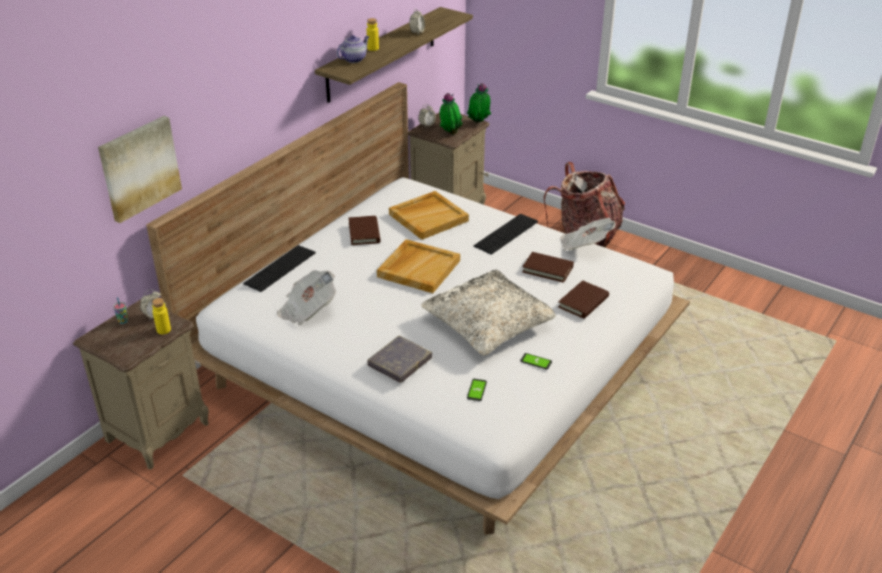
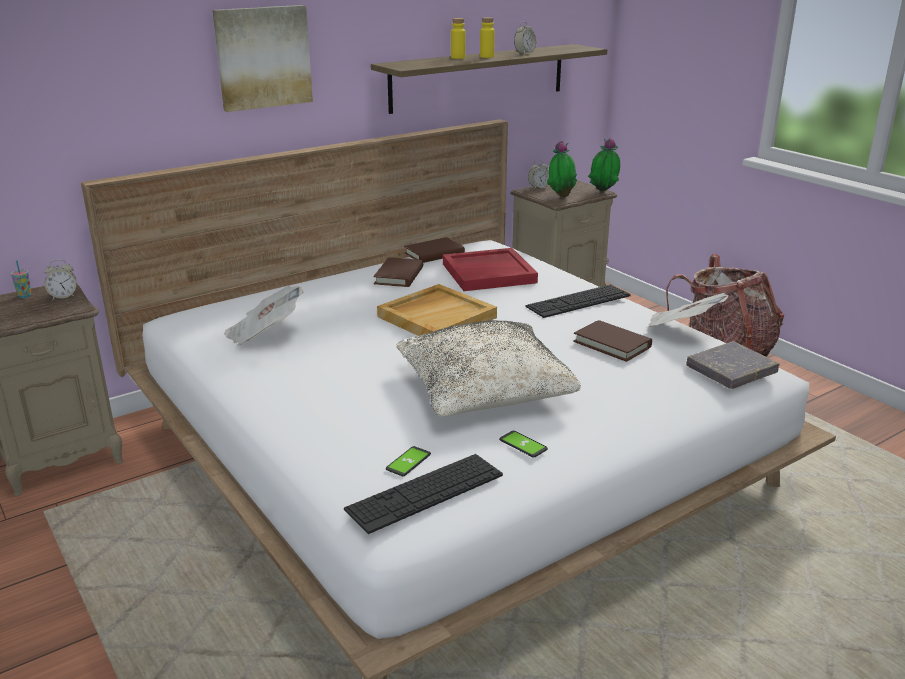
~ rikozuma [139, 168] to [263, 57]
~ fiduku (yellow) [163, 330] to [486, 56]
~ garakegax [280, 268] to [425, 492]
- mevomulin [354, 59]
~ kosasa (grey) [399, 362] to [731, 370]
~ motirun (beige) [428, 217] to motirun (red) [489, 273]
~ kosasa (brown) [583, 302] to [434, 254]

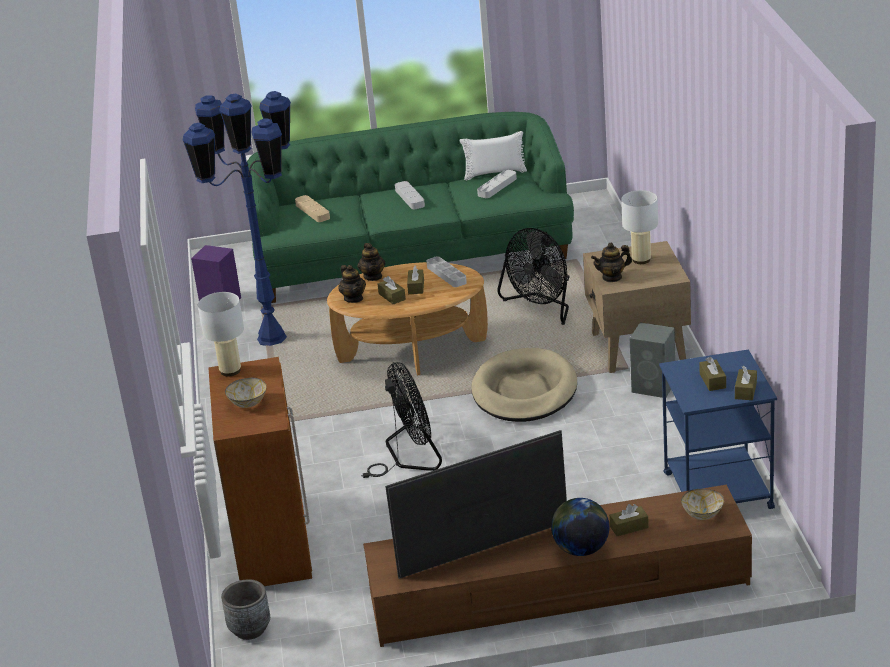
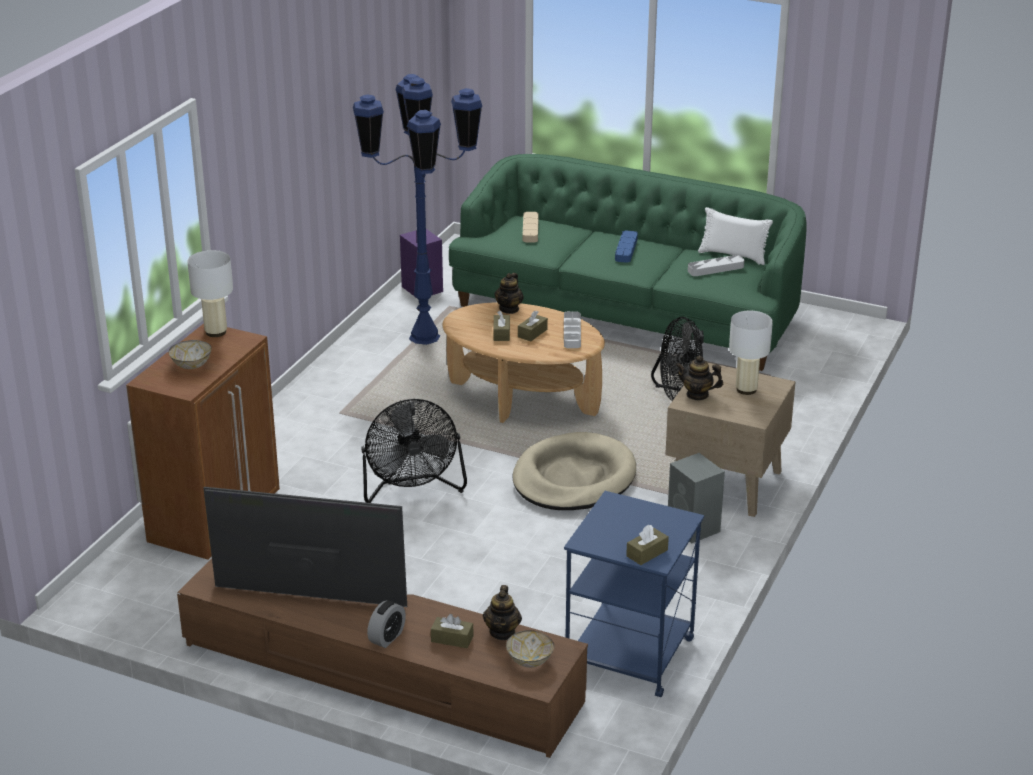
- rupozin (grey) [250, 629]
~ mevomulin [353, 298] to [502, 632]
~ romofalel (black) [406, 454] = [407, 488] 60 degrees clockwise
~ motirun (grey) [409, 198] to motirun (blue) [626, 249]
~ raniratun [581, 549] to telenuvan [387, 637]
- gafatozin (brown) [712, 381]

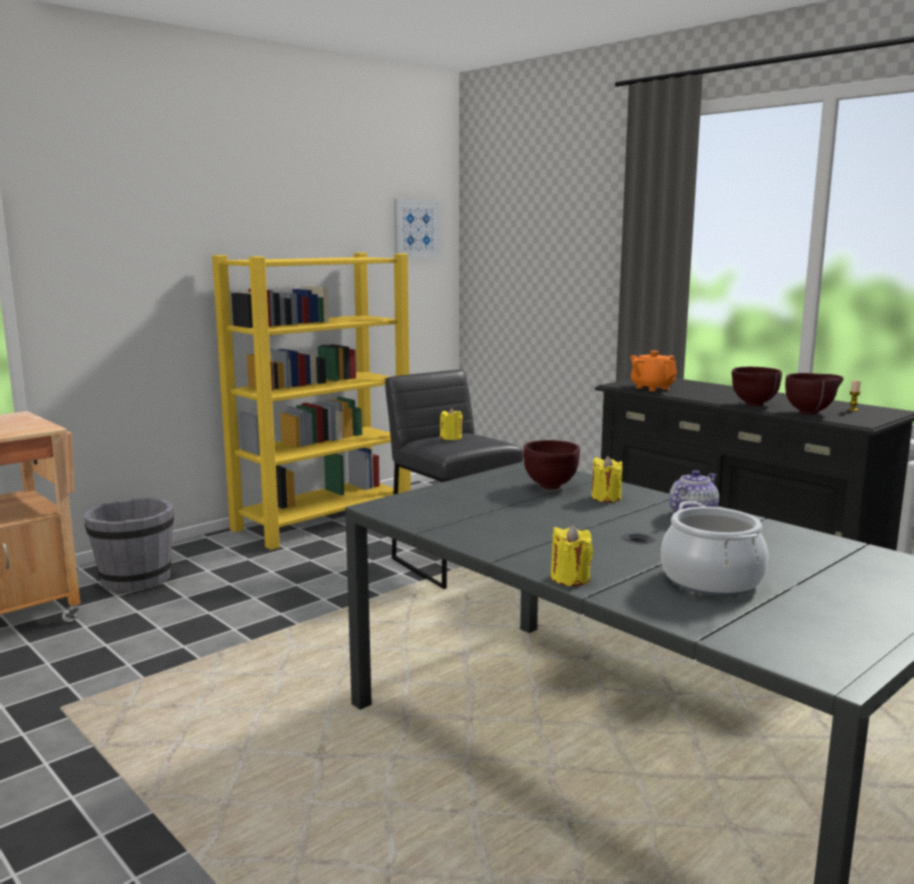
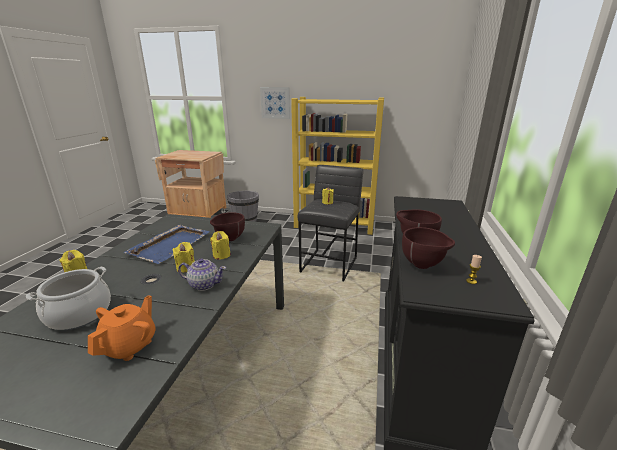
~ rikozuma [416, 229] to [275, 102]
~ mevomulin (orange) [652, 388] to [130, 345]
+ motirun (blue) [171, 245]
+ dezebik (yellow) [186, 268]

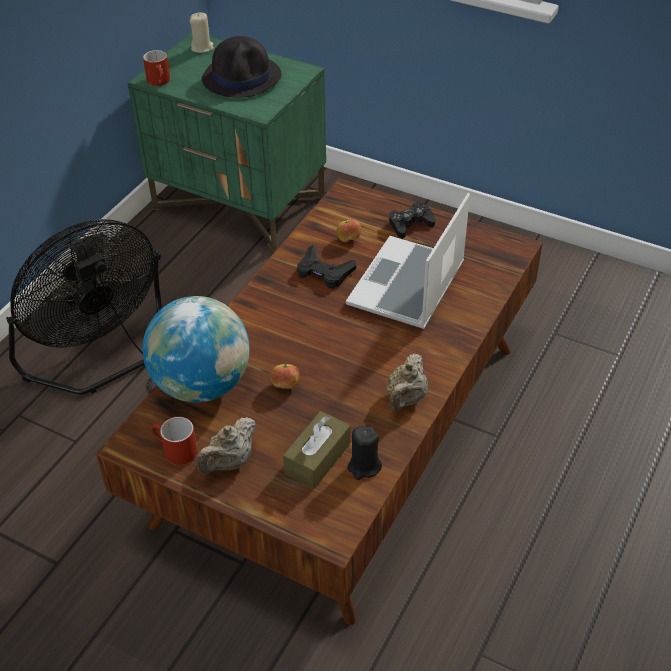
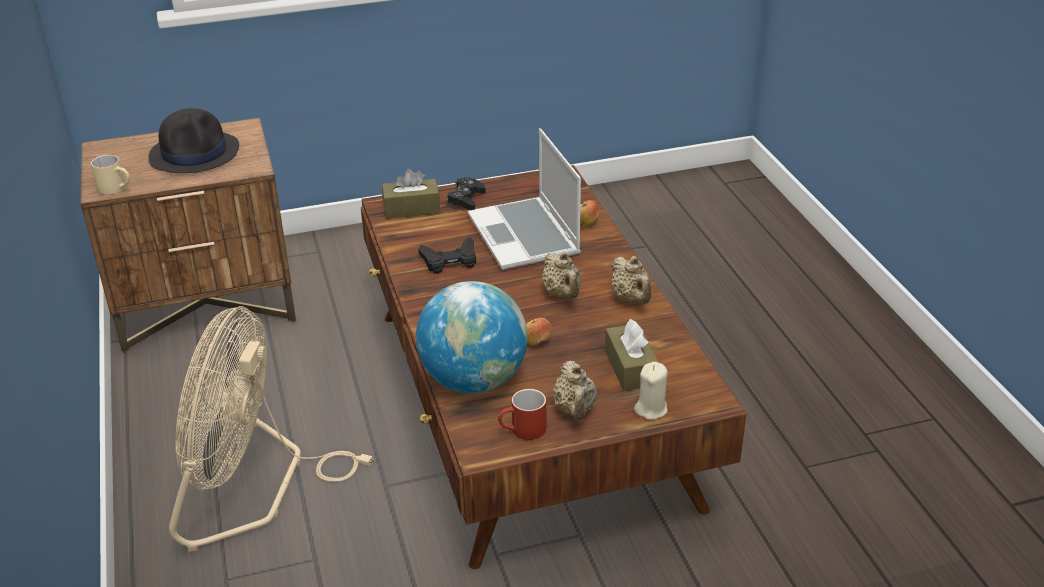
~ romofalel (black) [115, 361] to romofalel (beige) [262, 481]
~ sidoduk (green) [240, 203] to sidoduk (brown) [207, 304]
~ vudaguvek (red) [160, 82] to vudaguvek (beige) [117, 189]
~ dezebik (beige) [202, 48] to [651, 409]
~ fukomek [348, 239] to [587, 223]
- dezebik (black) [364, 467]
+ gafatozin (brown) [411, 208]
+ mevomulin (beige) [562, 294]

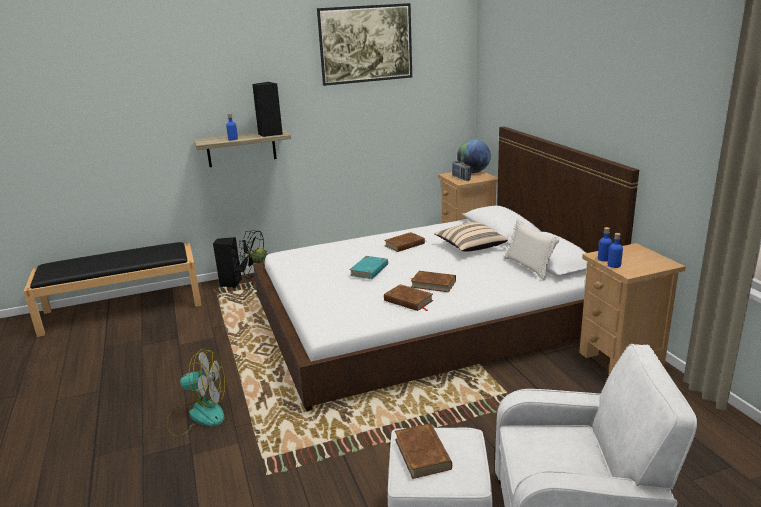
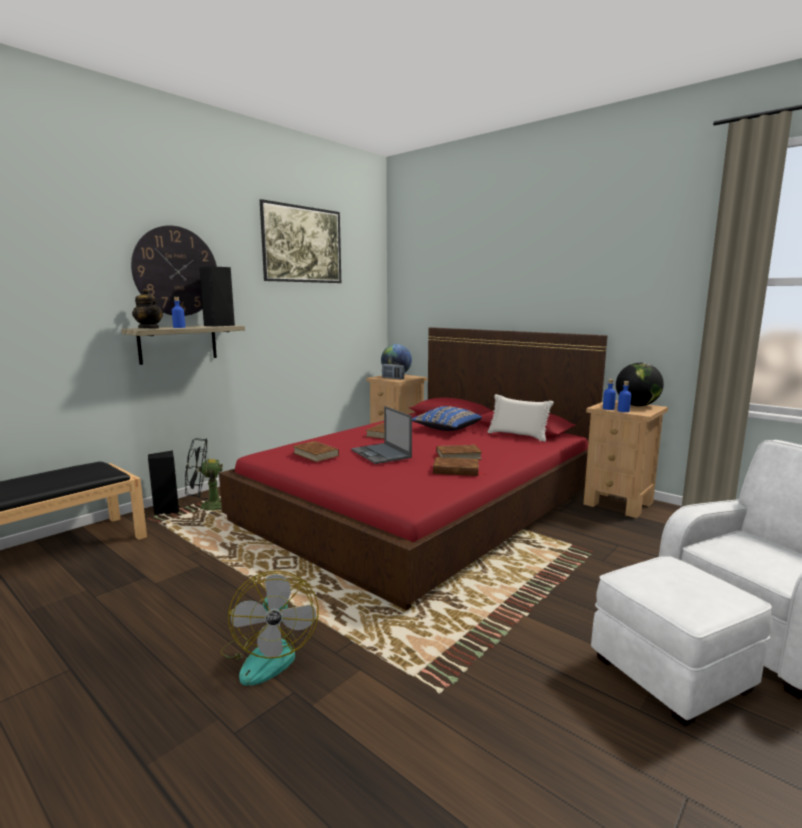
~ romofalel [198, 415] = [268, 654] 105 degrees clockwise
~ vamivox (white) [426, 317] to vamivox (red) [424, 502]
~ kosasa (turquoise) [369, 270] to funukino [381, 454]
~ kosasa (brown) [423, 453] to [315, 454]
~ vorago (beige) [470, 247] to vorago (blue) [446, 429]
+ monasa [176, 271]
+ mevomulin [149, 328]
+ raniratun [637, 405]

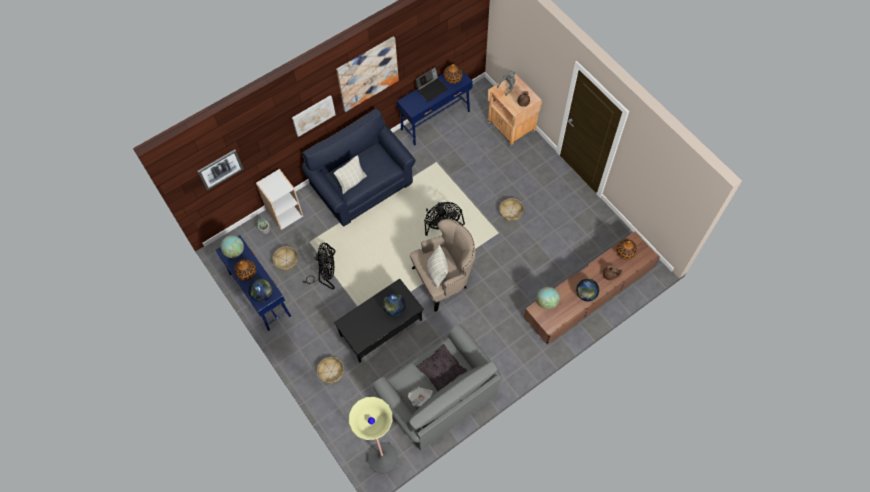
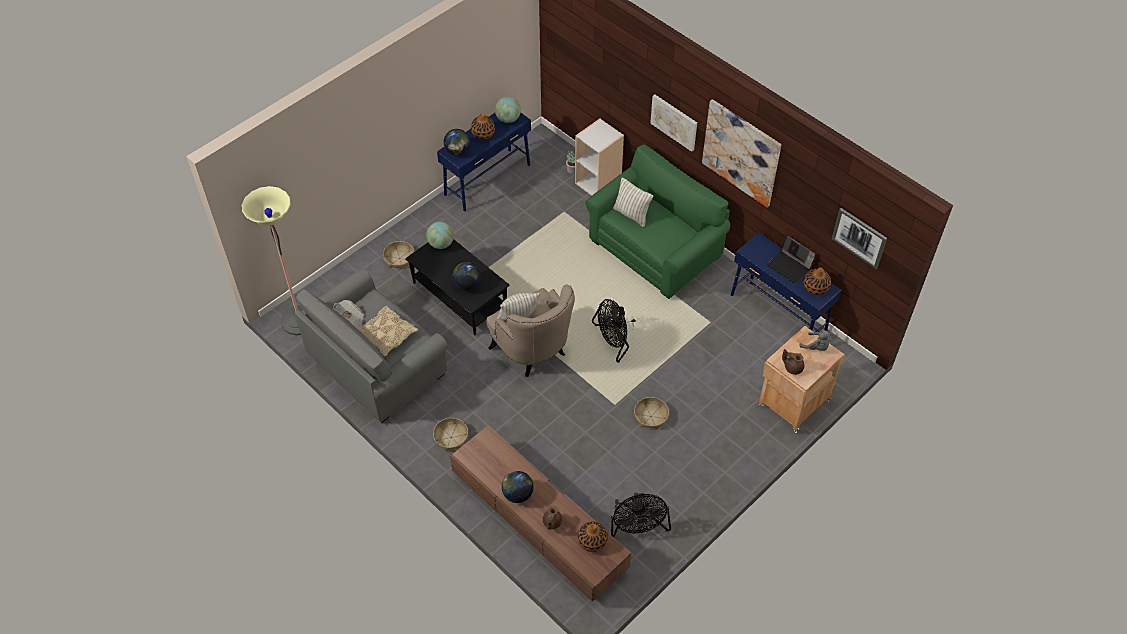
~ rikozuma [220, 169] to [859, 238]
~ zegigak [286, 260] to [451, 437]
~ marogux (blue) [362, 185] to marogux (green) [655, 249]
~ romofalel (black) [325, 273] to [635, 525]
~ vorago (black) [441, 370] to vorago (beige) [387, 335]
~ raniratun [546, 302] to [441, 244]

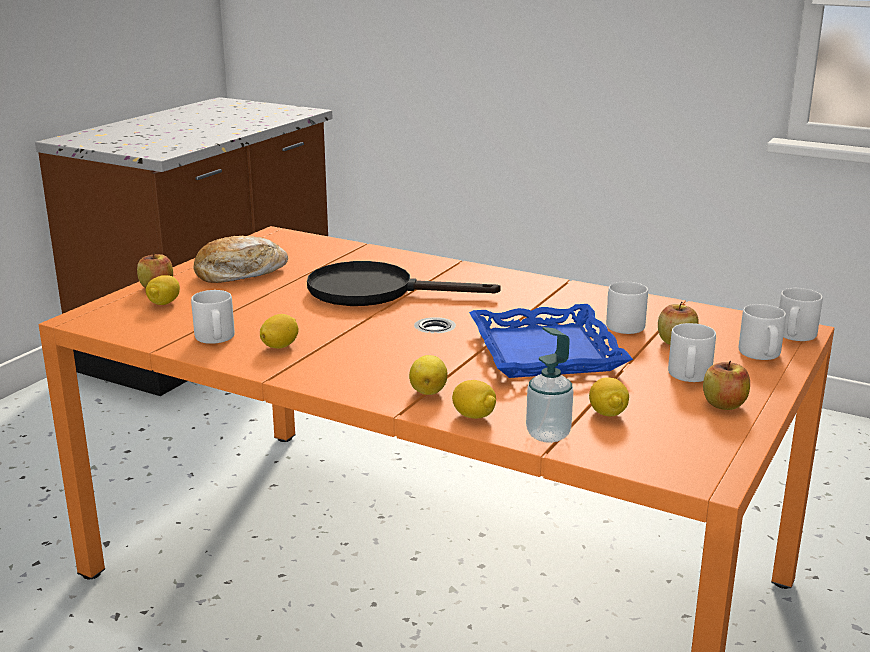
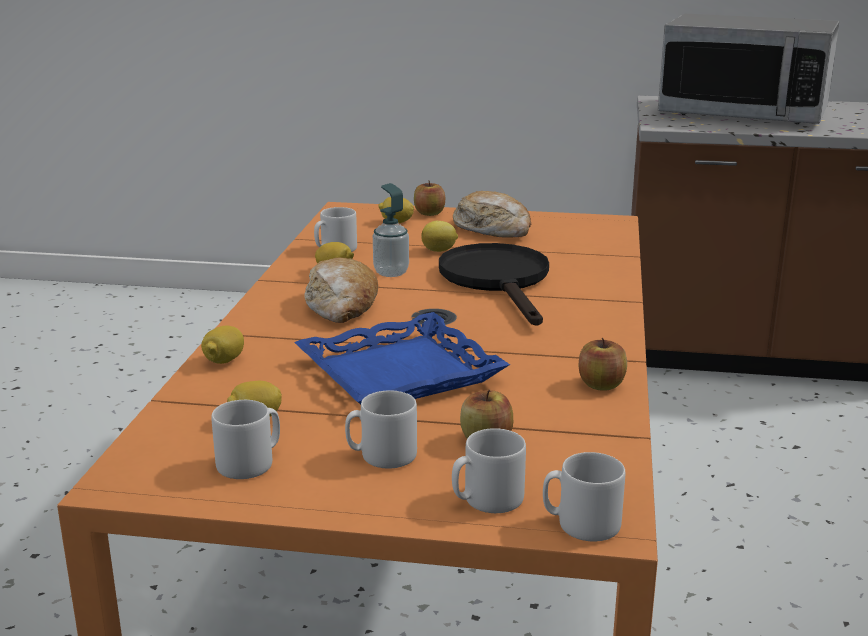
~ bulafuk [429, 391] to [440, 250]
~ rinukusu [548, 434] to [391, 272]
~ vudaguvek (grey) [622, 325] to [251, 463]
~ fukomek [724, 404] to [601, 385]
+ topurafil [342, 306]
+ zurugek [743, 113]

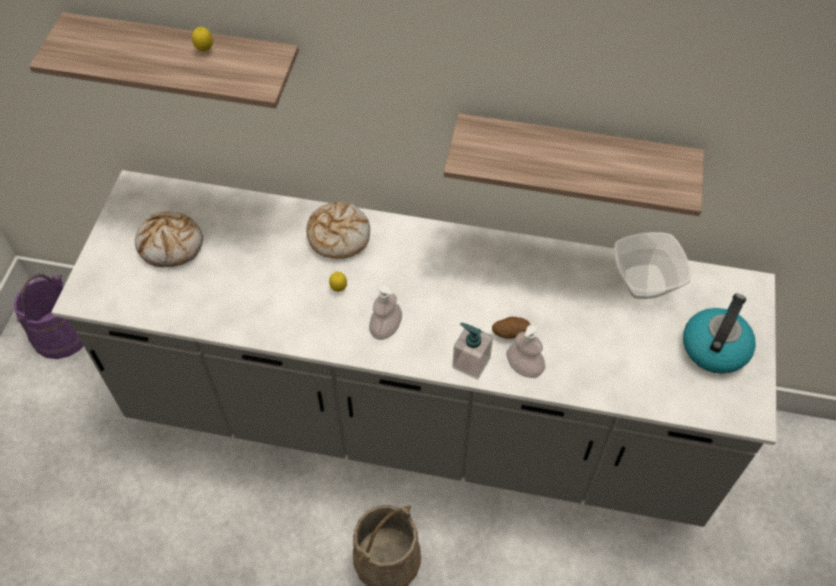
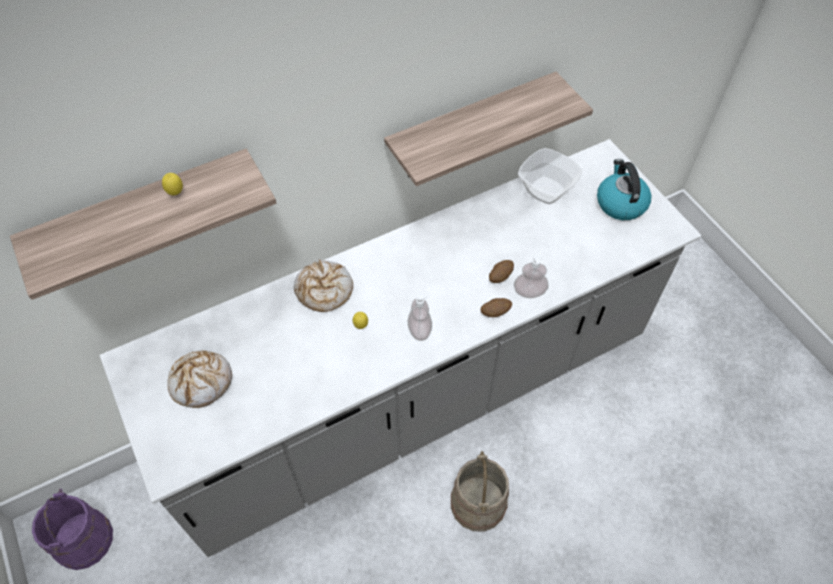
~ rinukusu [471, 362] to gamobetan [495, 312]

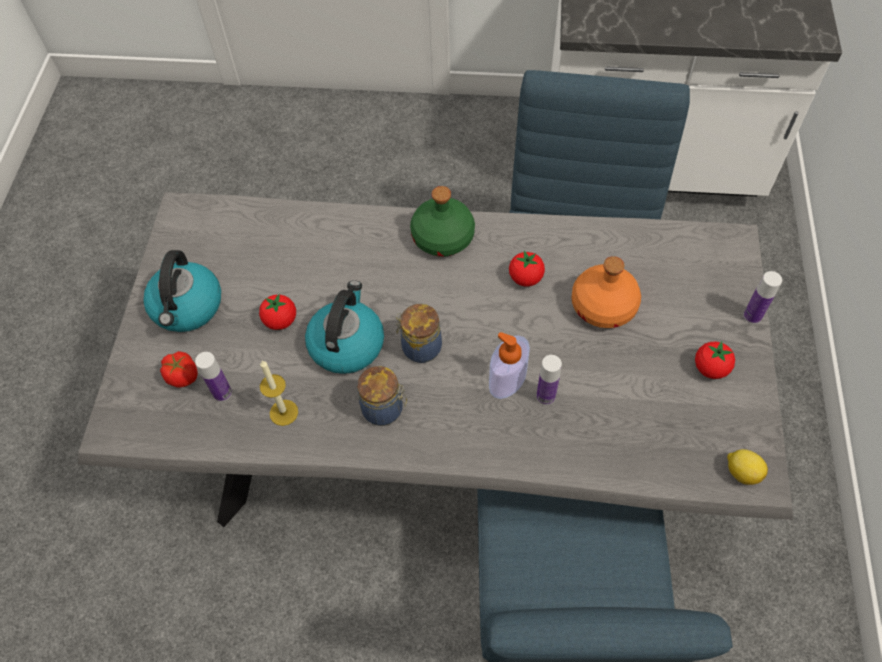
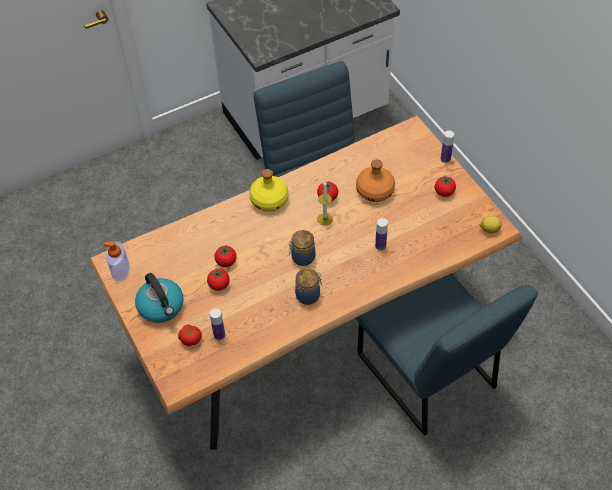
~ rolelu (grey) [446, 443] to rolelu (brown) [309, 330]
~ dezebik [284, 412] to [325, 219]
- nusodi [347, 344]
~ fiduku (green) [442, 238] to fiduku (yellow) [269, 200]
~ rinukusu [507, 379] to [120, 269]
+ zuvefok [226, 262]

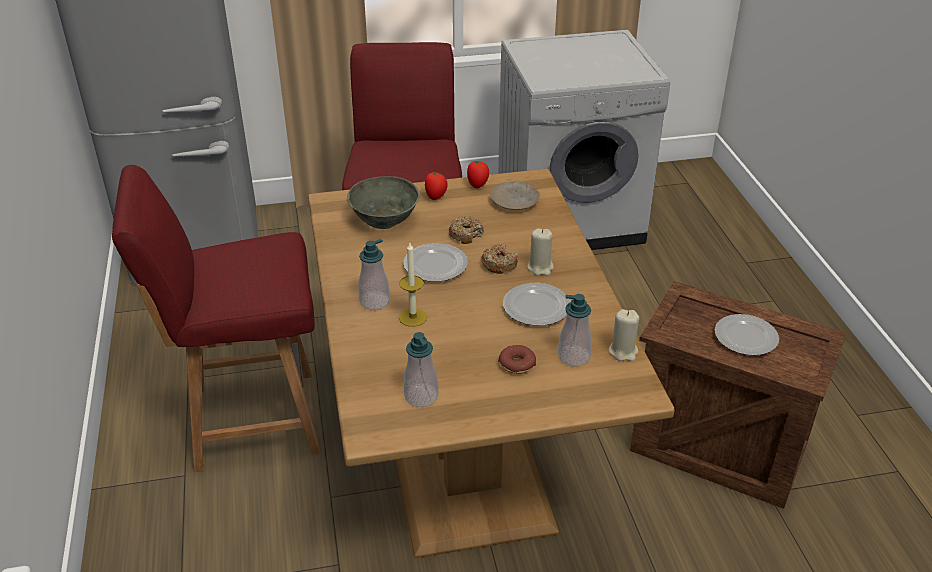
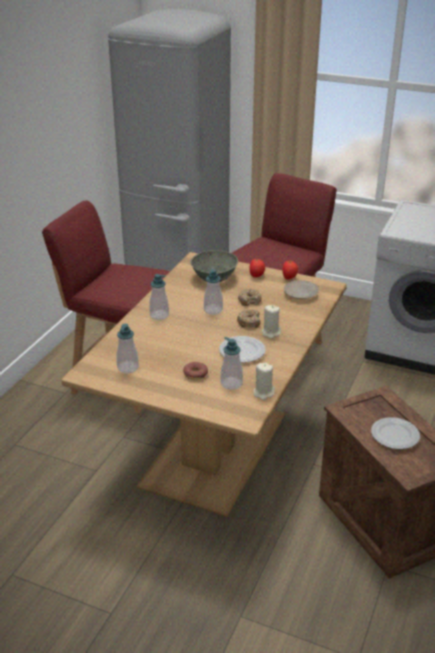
- dezebik [413, 317]
~ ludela [436, 265] to rinukusu [213, 310]

